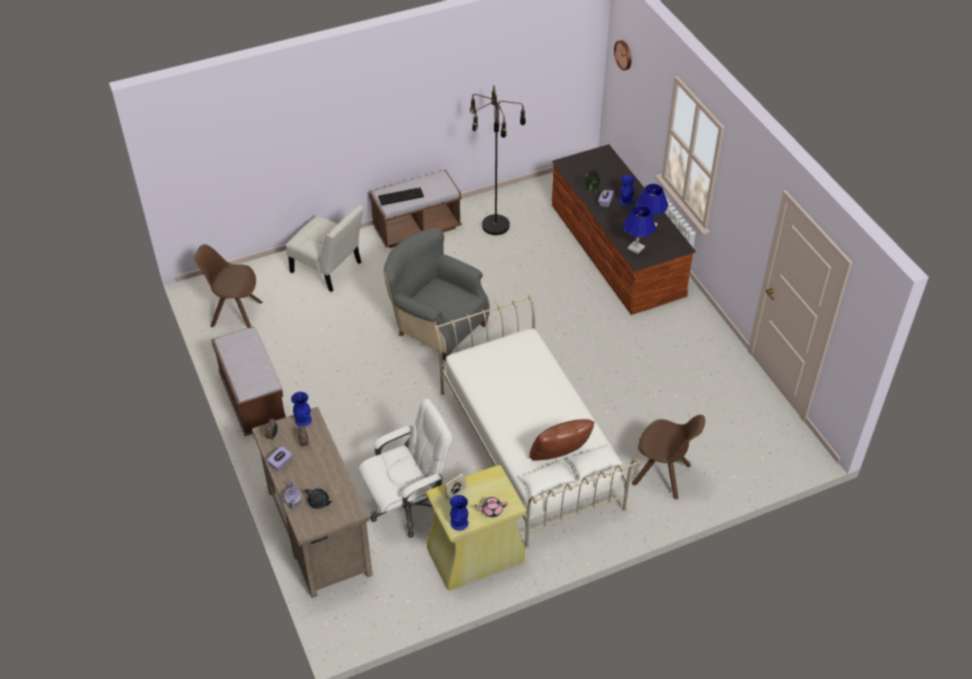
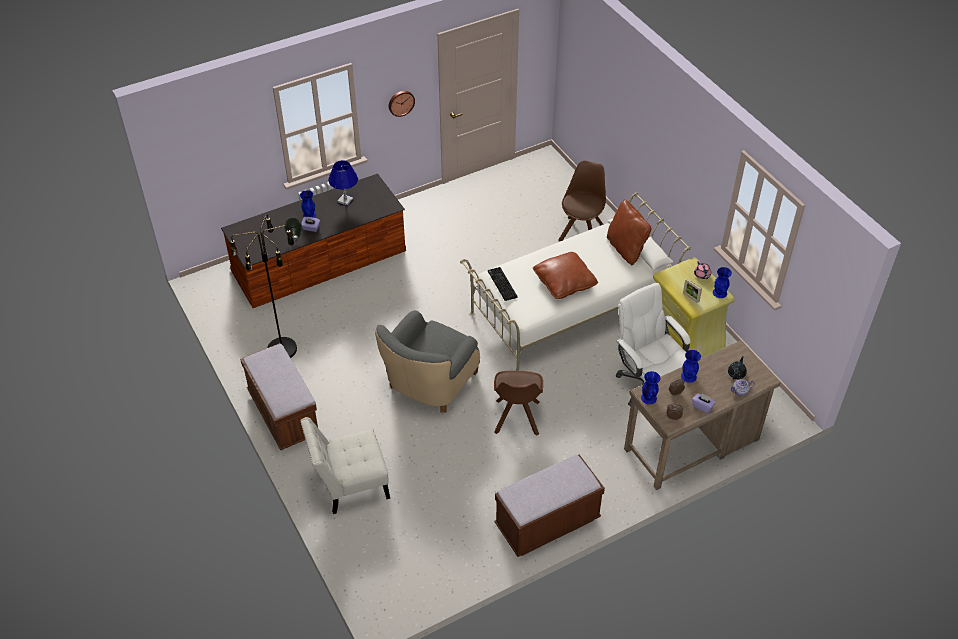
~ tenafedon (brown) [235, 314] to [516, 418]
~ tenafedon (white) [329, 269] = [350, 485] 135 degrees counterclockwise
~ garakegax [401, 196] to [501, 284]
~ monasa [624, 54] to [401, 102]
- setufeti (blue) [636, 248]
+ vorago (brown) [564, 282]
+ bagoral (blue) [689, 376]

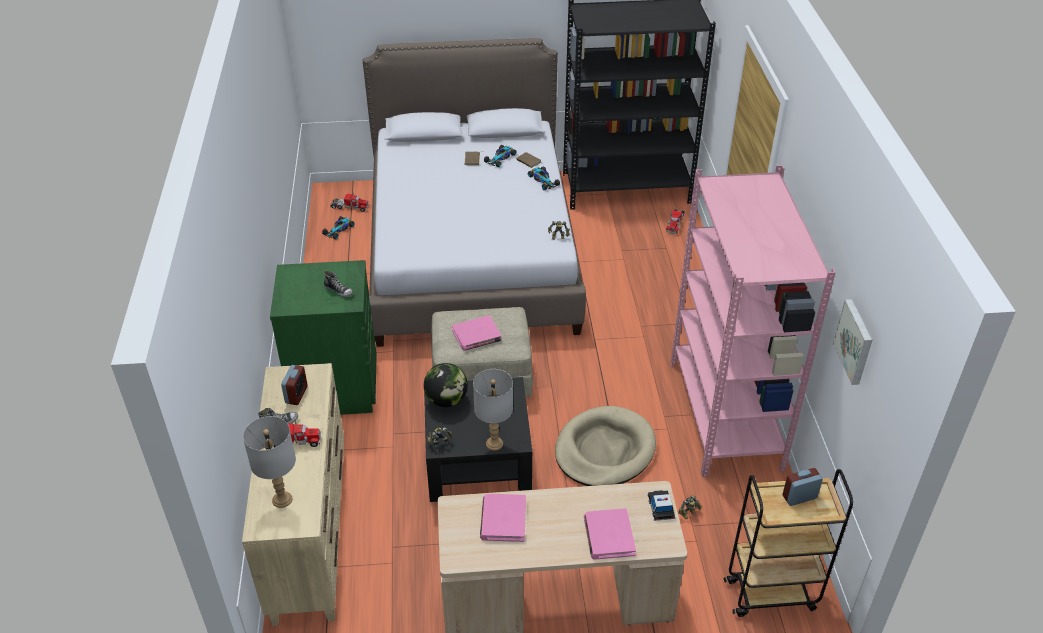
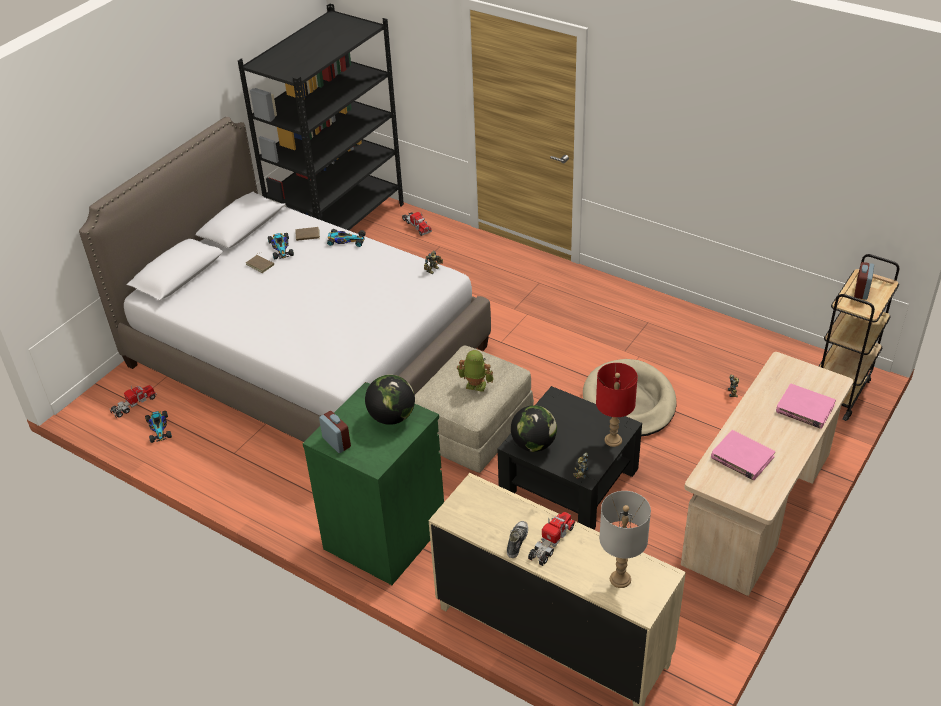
~ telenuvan [296, 395] to [336, 442]
~ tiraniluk [339, 290] to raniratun [392, 417]
~ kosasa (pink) [476, 335] to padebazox [475, 387]
~ setufeti (grey) [494, 443] to setufeti (red) [613, 440]
- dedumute [660, 507]
- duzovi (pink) [724, 415]
- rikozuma [855, 341]

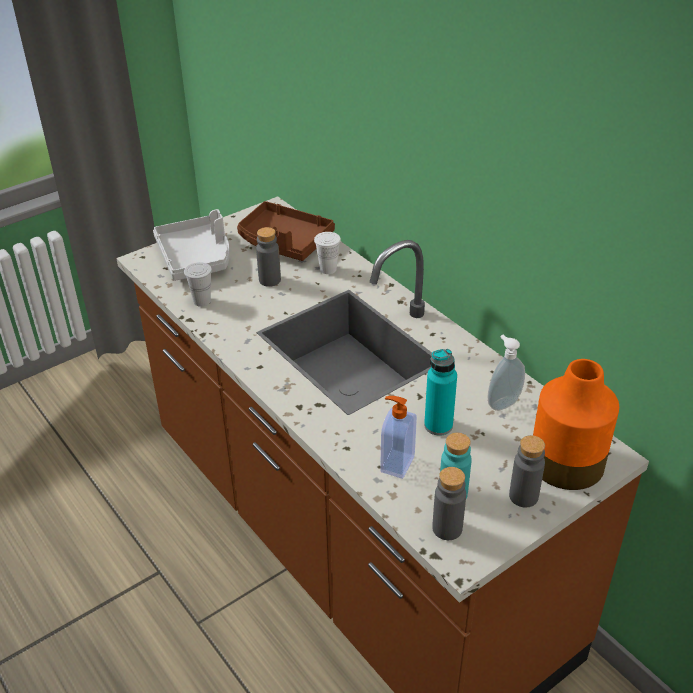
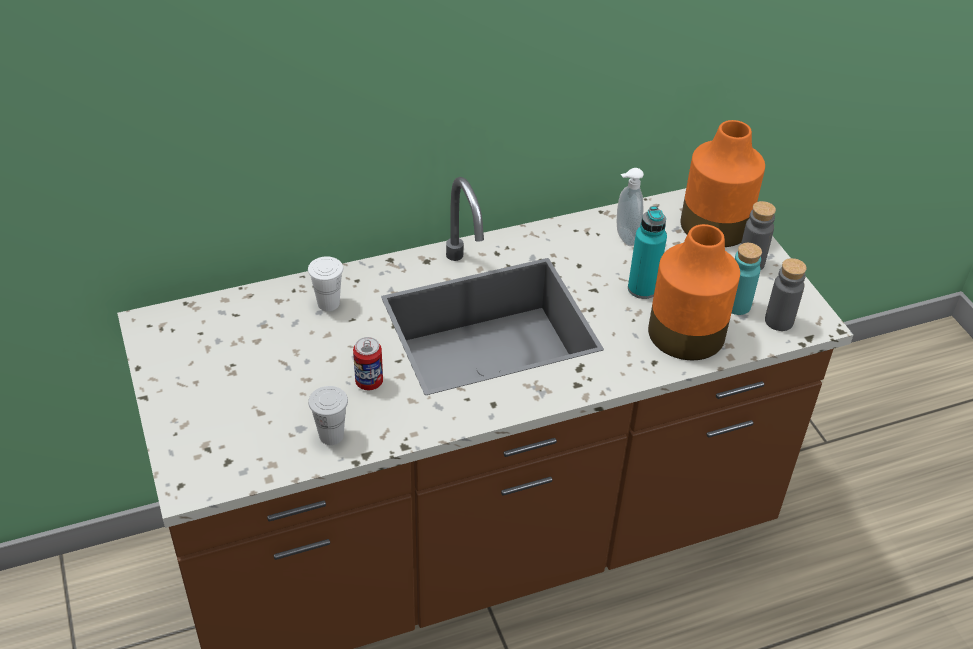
- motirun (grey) [196, 258]
- motirun (brown) [284, 242]
- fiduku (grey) [269, 280]
~ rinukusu [396, 464] to bagoral (orange) [687, 332]
+ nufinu [369, 382]

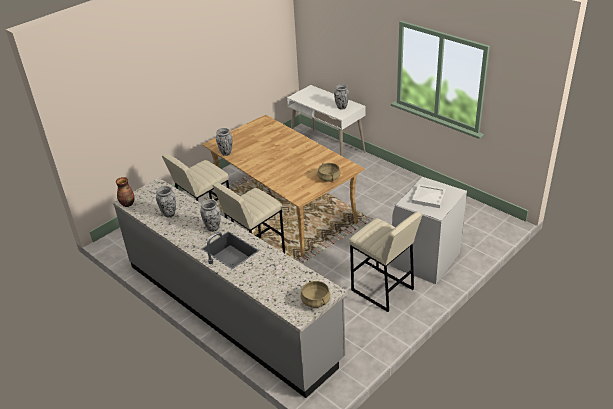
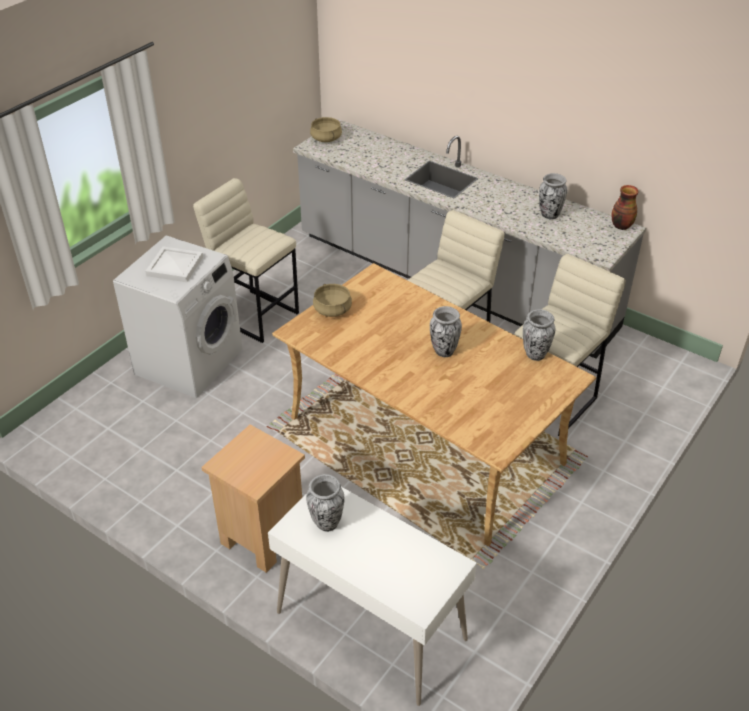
~ bagoral [213, 228] to [443, 351]
+ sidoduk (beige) [263, 536]

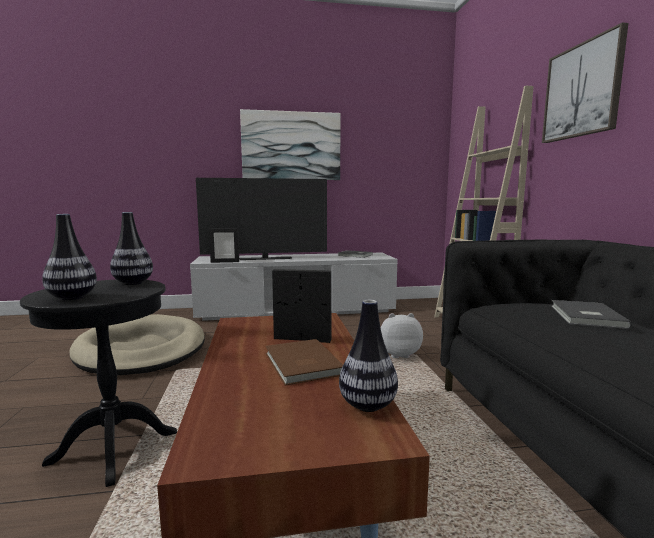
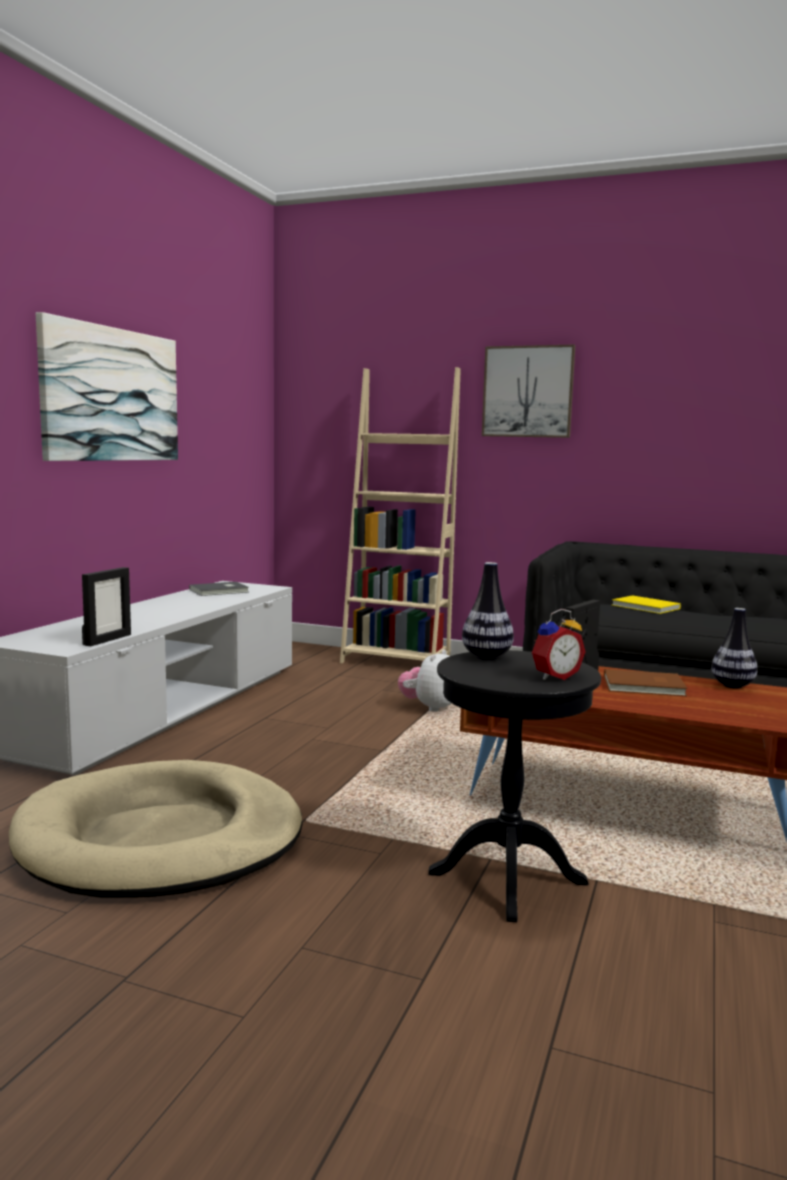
~ bagoral [72, 298] to telenuvan [554, 676]
- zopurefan [265, 259]
~ kosasa (grey) [584, 316] to kosasa (yellow) [645, 607]

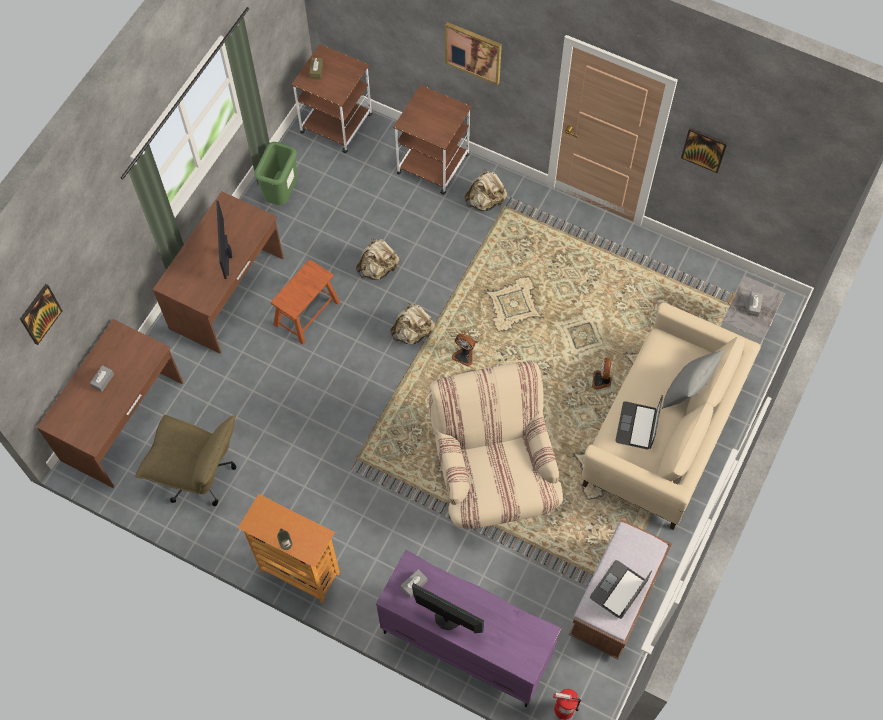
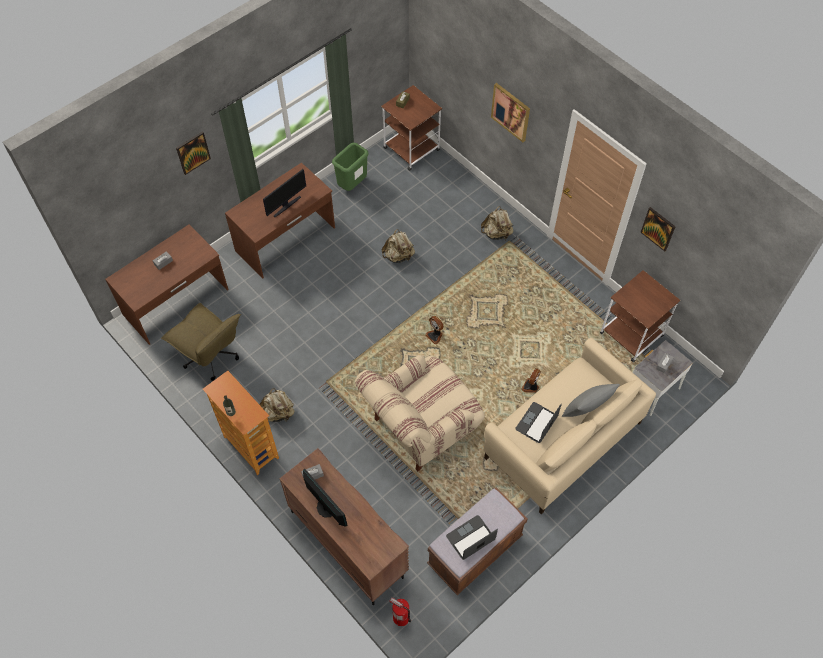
~ rikozuma [40, 314] to [193, 152]
~ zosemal [228, 255] = [286, 206] 150 degrees counterclockwise
- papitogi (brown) [307, 313]
~ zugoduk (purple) [466, 646] to zugoduk (brown) [347, 543]
~ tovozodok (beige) [413, 333] to [278, 413]
~ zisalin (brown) [434, 165] to [632, 335]
~ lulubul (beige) [493, 476] = [420, 428] 135 degrees counterclockwise

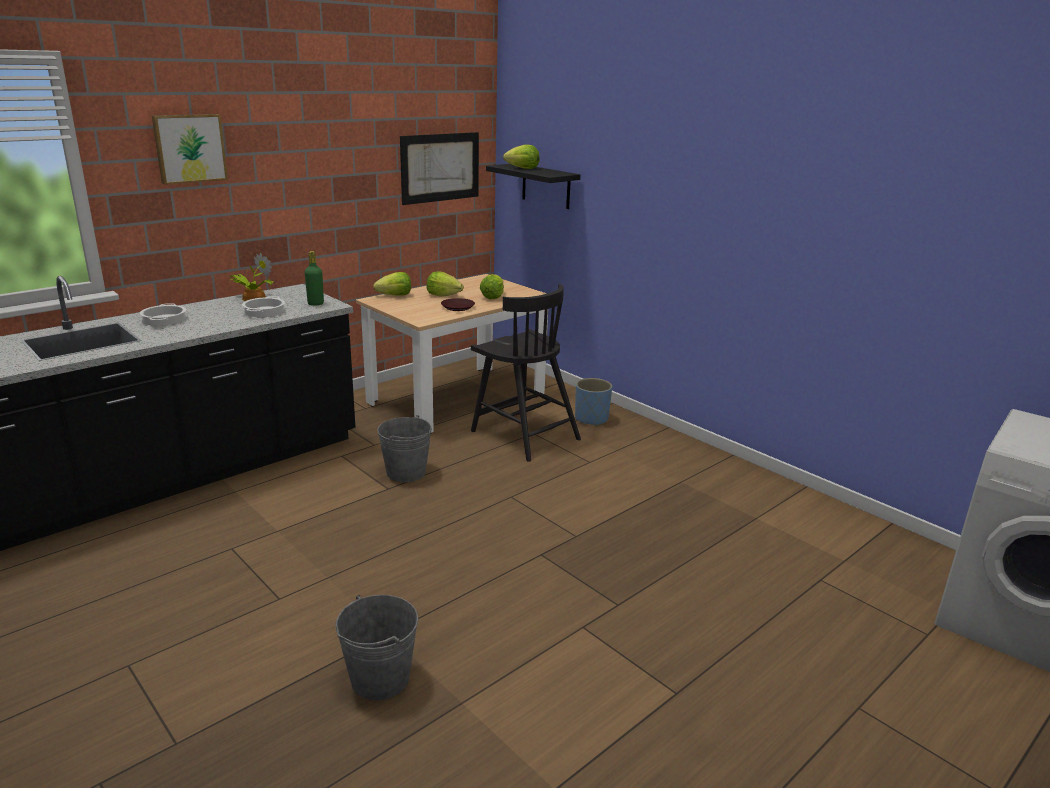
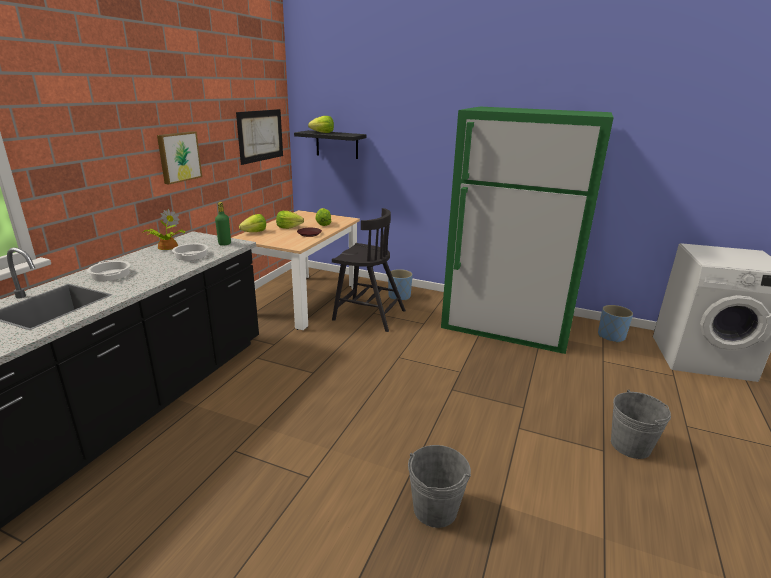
~ rikozuma [189, 148] to [178, 157]
~ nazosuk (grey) [406, 472] to [630, 445]
+ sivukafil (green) [508, 322]
+ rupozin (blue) [611, 336]

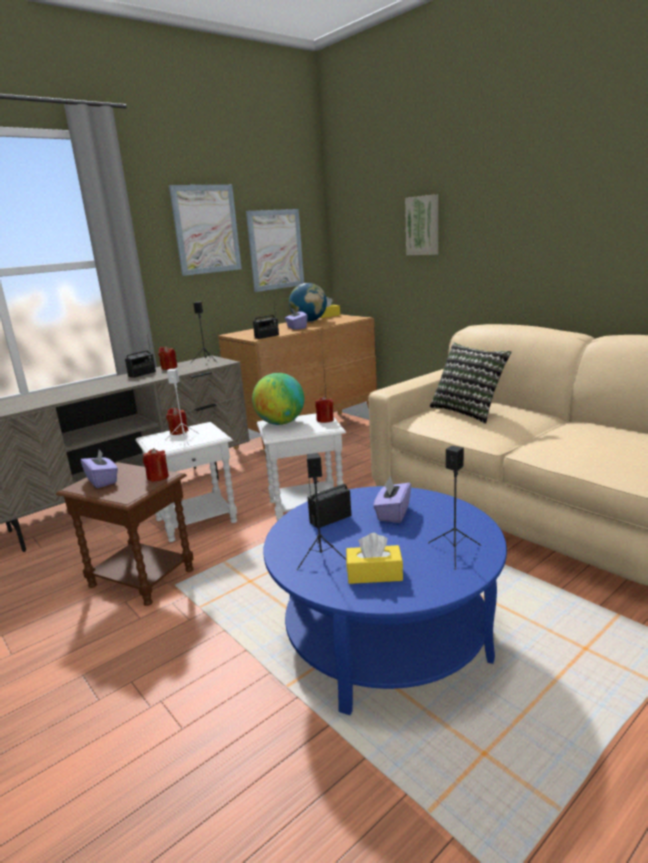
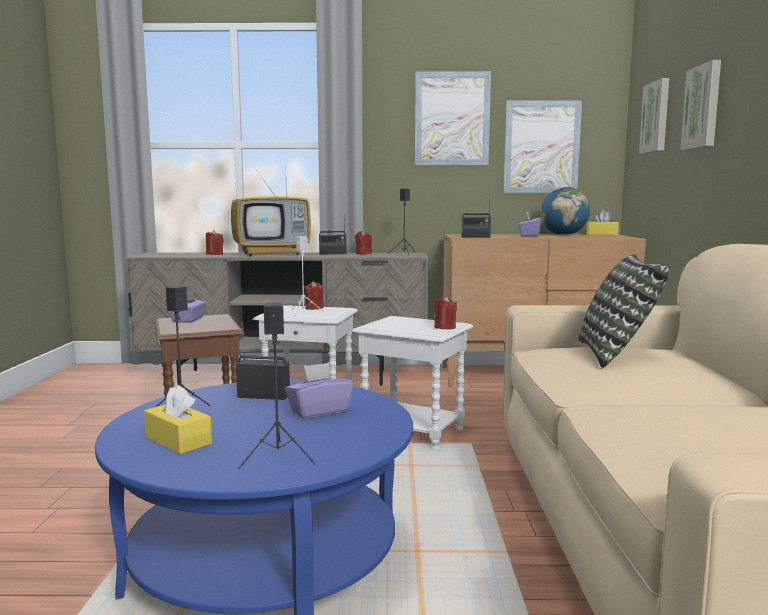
~ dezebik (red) [158, 477] to [214, 254]
- raniratun [280, 423]
+ zopurefan [273, 254]
+ rikozuma [656, 117]

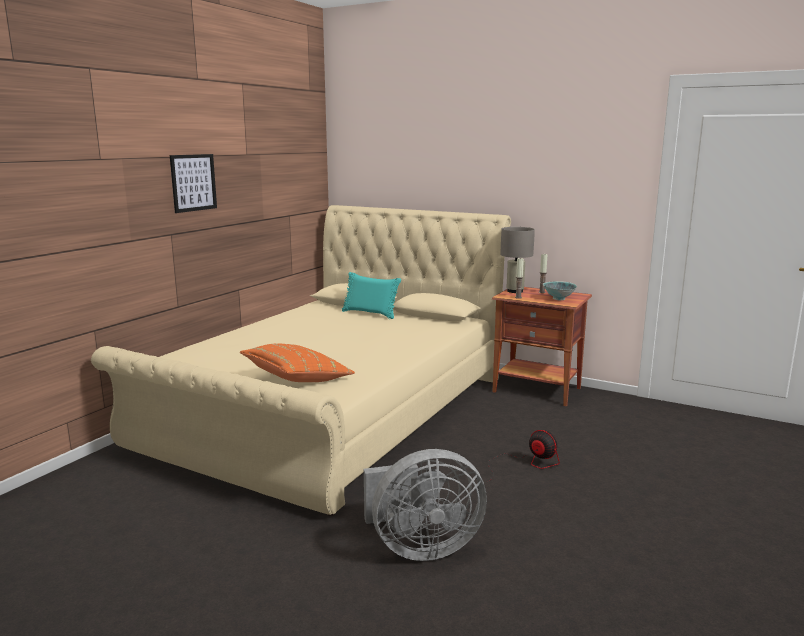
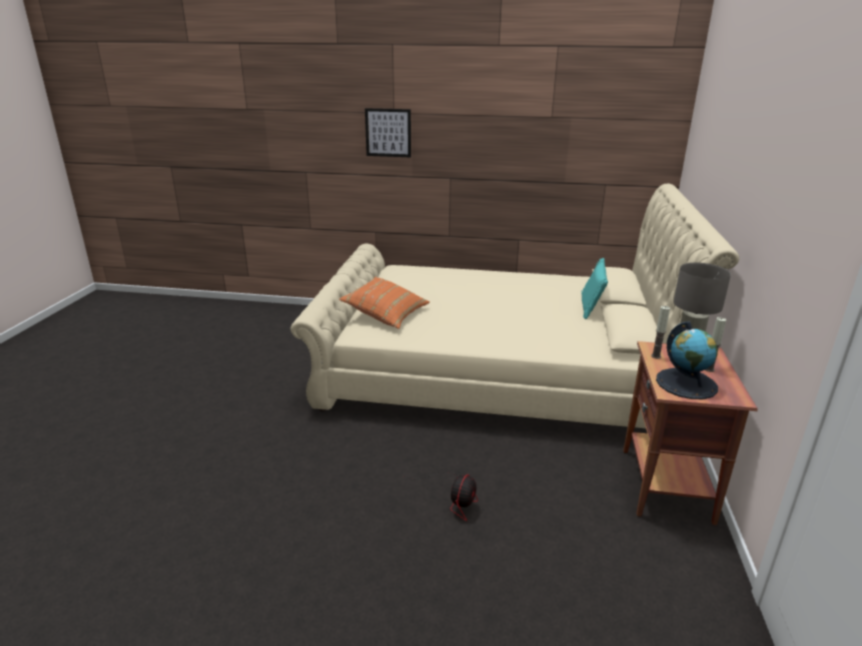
~ rikozuma [193, 182] to [388, 132]
- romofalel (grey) [421, 547]
~ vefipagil [558, 299] to raniratun [686, 383]

